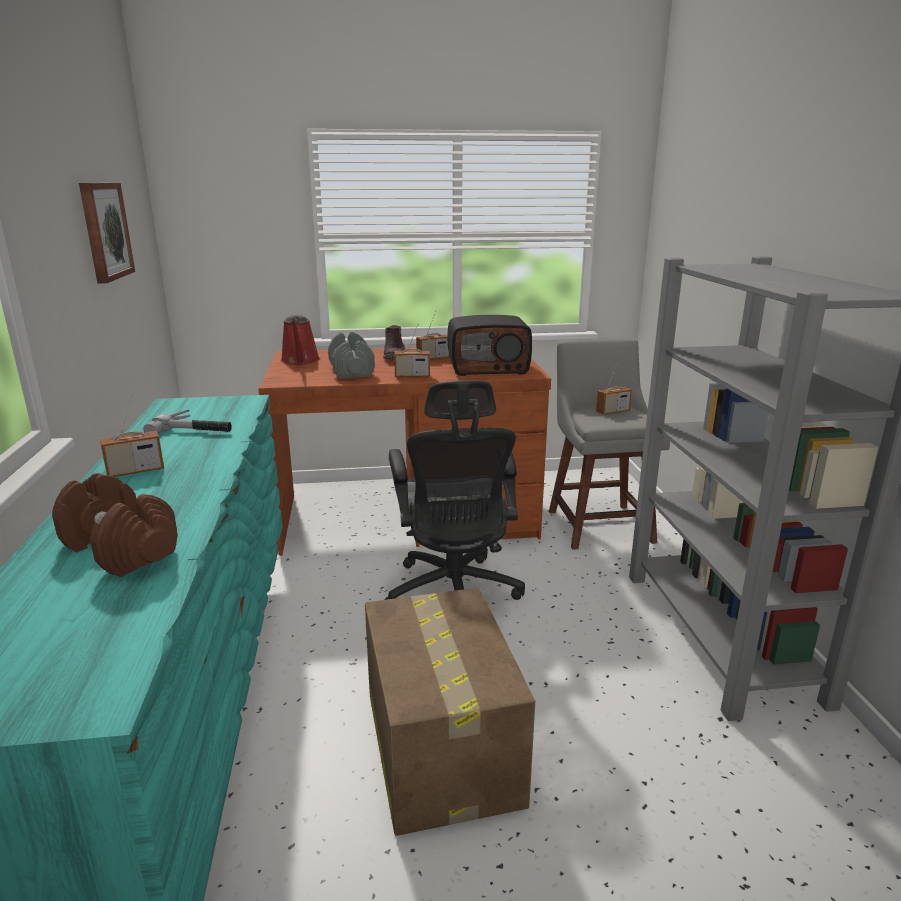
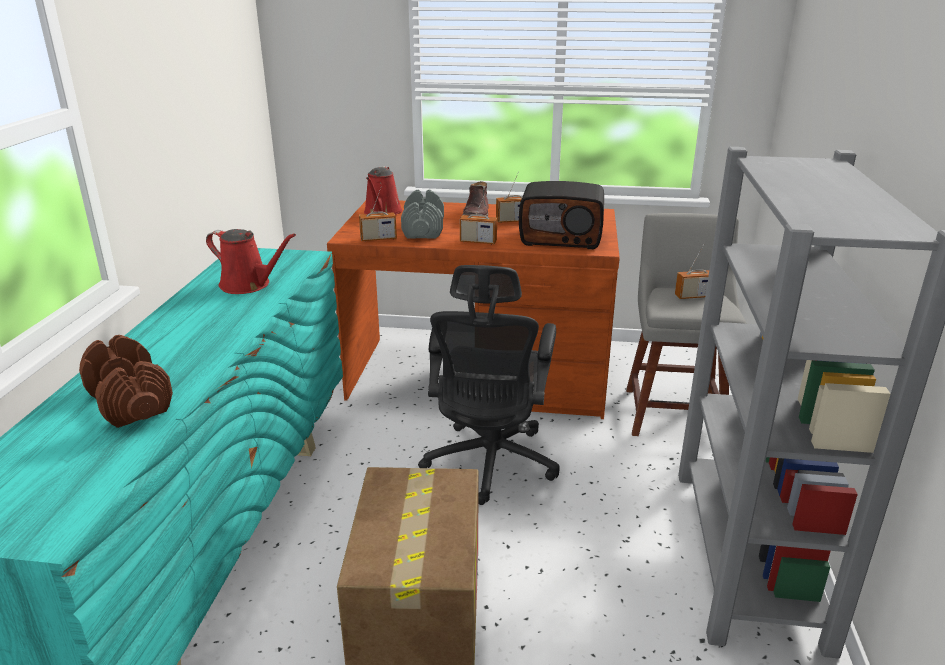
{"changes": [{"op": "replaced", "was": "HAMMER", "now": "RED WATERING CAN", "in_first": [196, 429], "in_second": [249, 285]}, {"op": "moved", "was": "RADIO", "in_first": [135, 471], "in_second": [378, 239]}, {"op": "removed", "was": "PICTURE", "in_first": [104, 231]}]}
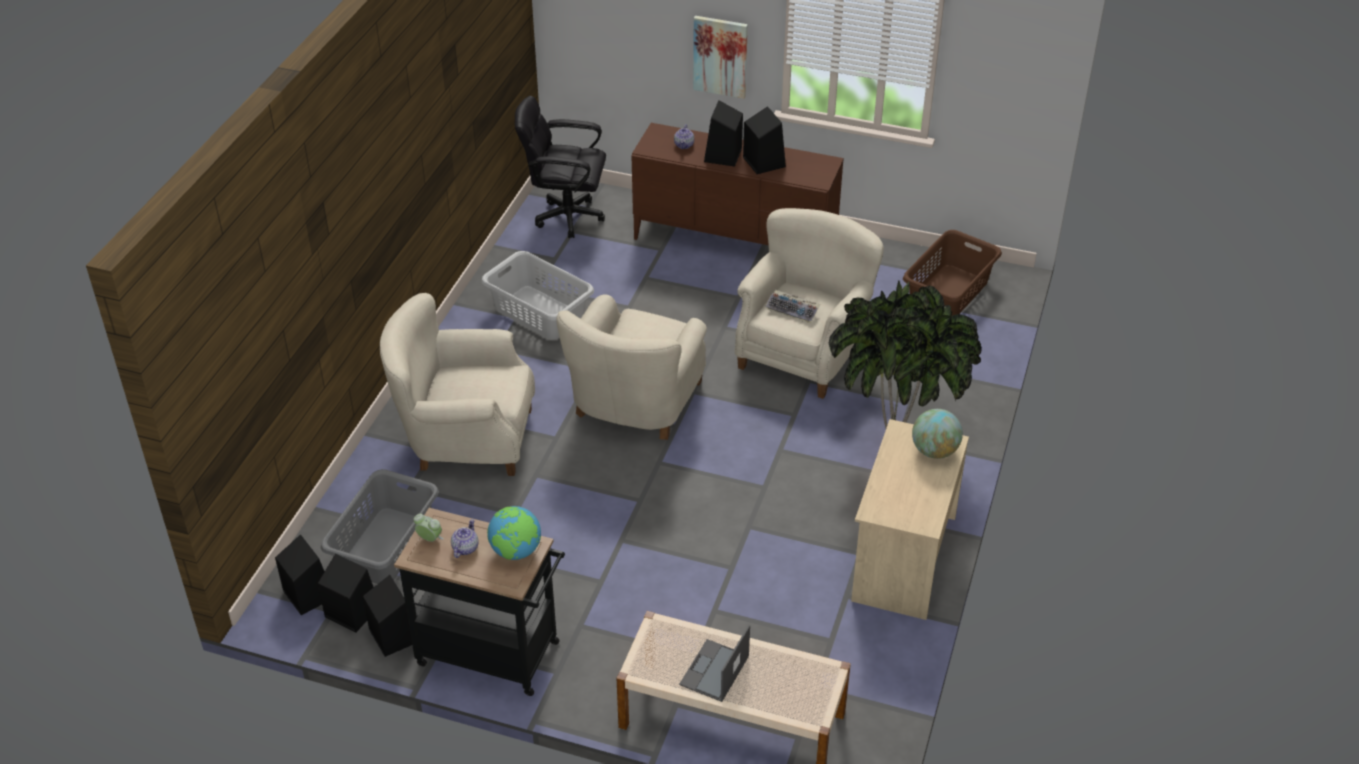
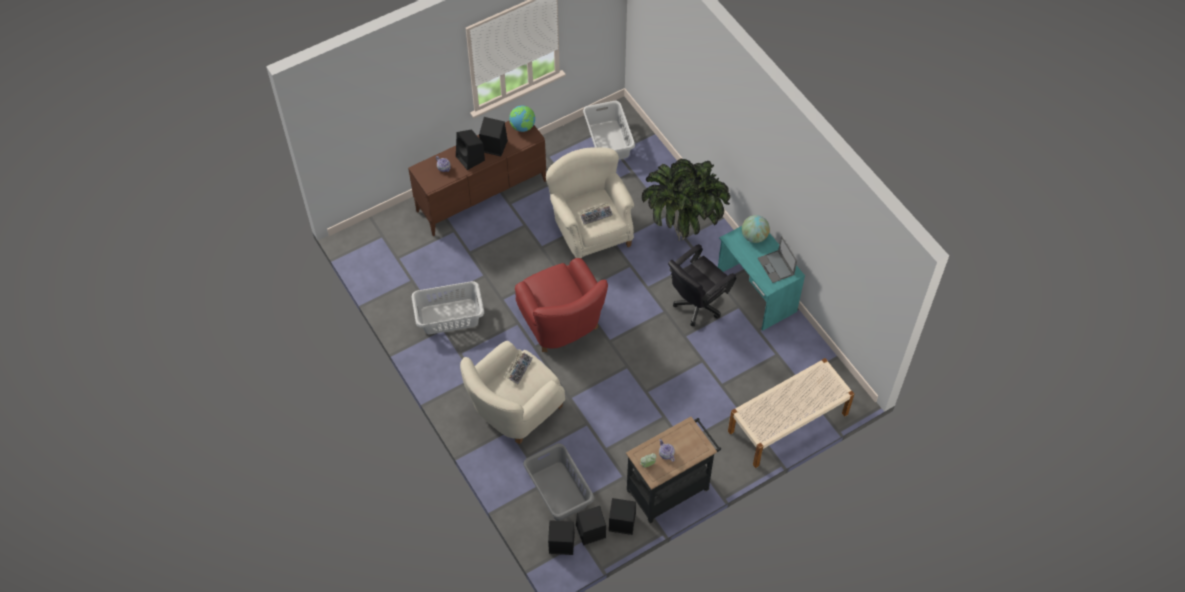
{"changes": [{"op": "added", "now": "KEYBOARD", "in_second": [519, 369]}, {"op": "moved", "was": "GLOBE", "in_first": [516, 551], "in_second": [523, 127]}, {"op": "recoloured", "was": "BEIGE ARMCHAIR", "now": "RED ARMCHAIR", "in_first": [636, 405], "in_second": [561, 323]}, {"op": "recoloured", "was": "BROWN LAUNDRY BASKET", "now": "GREY LAUNDRY BASKET", "in_first": [949, 292], "in_second": [609, 141]}, {"op": "moved", "was": "BLACK OFFICE CHAIR", "in_first": [565, 218], "in_second": [696, 308]}, {"op": "recoloured", "was": "BEIGE DESK", "now": "TURQUOISE DESK", "in_first": [902, 558], "in_second": [755, 293]}, {"op": "moved", "was": "LAPTOP", "in_first": [714, 671], "in_second": [776, 267]}, {"op": "removed", "was": "PICTURE", "in_first": [720, 56]}]}
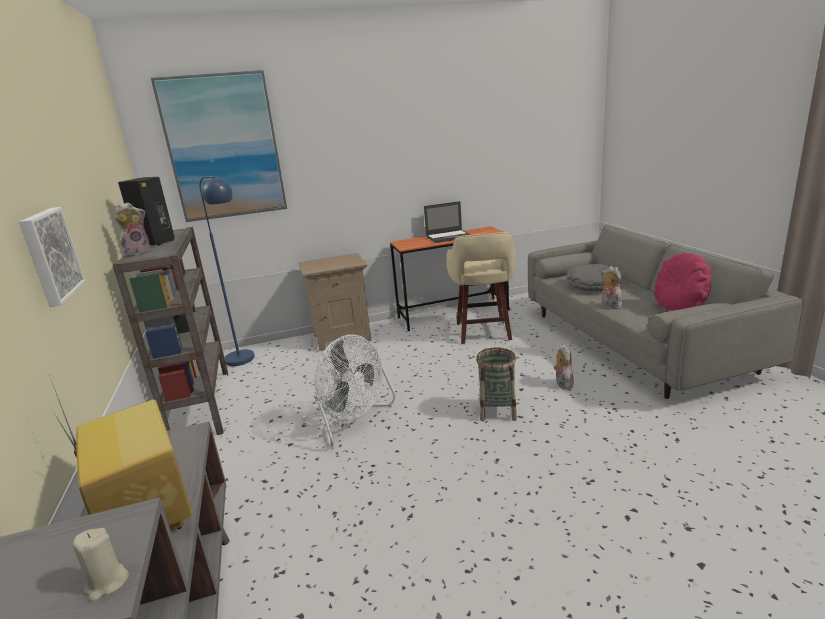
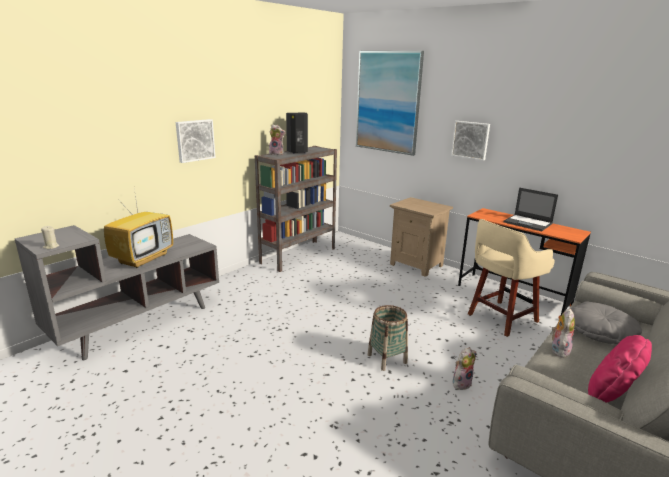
{"changes": [{"op": "added", "now": "PICTURE", "in_second": [470, 140]}, {"op": "removed", "was": "BLUE FLOOR LAMP", "in_first": [245, 361]}, {"op": "removed", "was": "WHITE FAN", "in_first": [348, 422]}]}
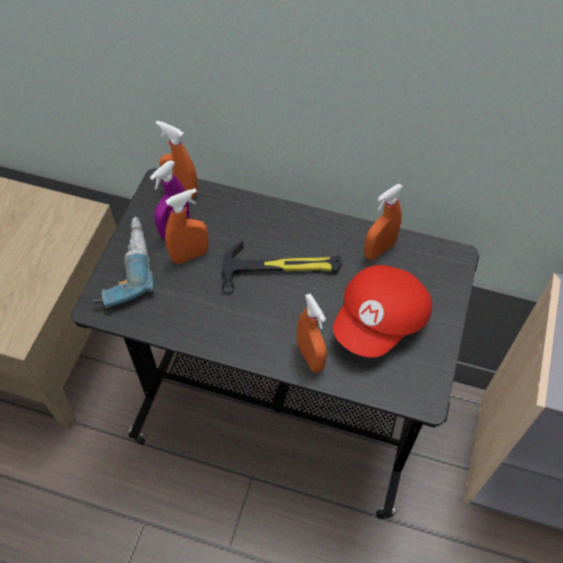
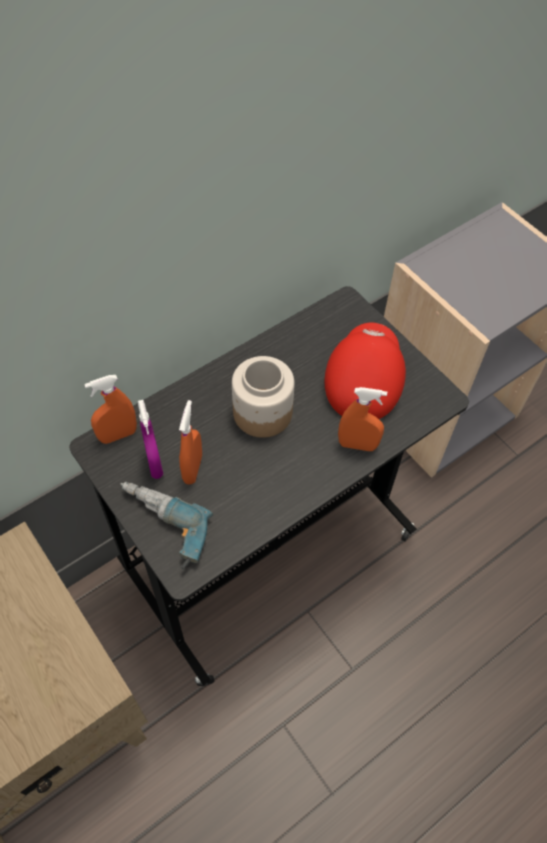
{"changes": [{"op": "replaced", "was": "HAMMER", "now": "JAR", "in_first": [281, 268], "in_second": [261, 413]}, {"op": "turned", "was": "RED CAP", "in_first": [381, 321], "in_second": [362, 381], "clockwise": -150}, {"op": "removed", "was": "ORANGE SPRAY BOTTLE", "in_first": [379, 250]}]}
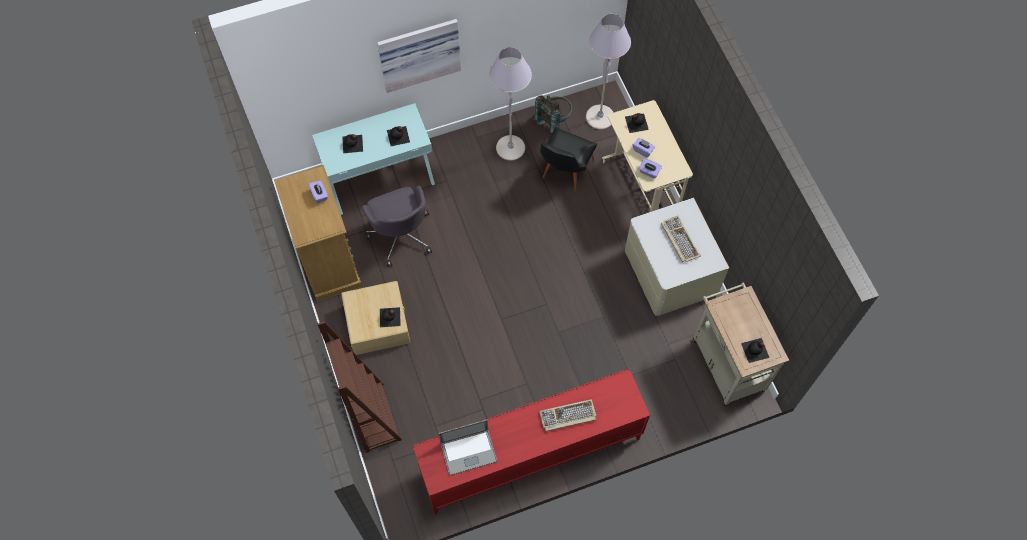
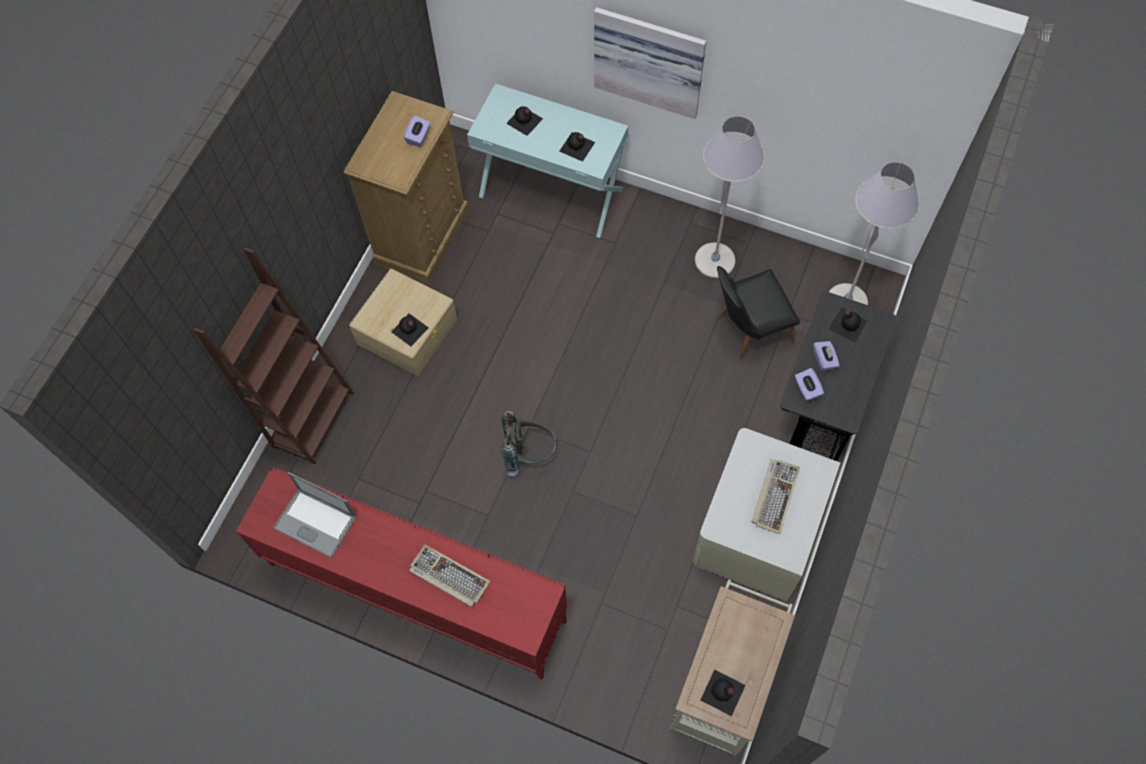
{"changes": [{"op": "moved", "was": "GREY BACKPACK", "in_first": [554, 121], "in_second": [529, 453]}, {"op": "recoloured", "was": "BEIGE DESK", "now": "BLACK DESK", "in_first": [640, 188], "in_second": [816, 413]}, {"op": "removed", "was": "GREY OFFICE CHAIR", "in_first": [401, 234]}]}
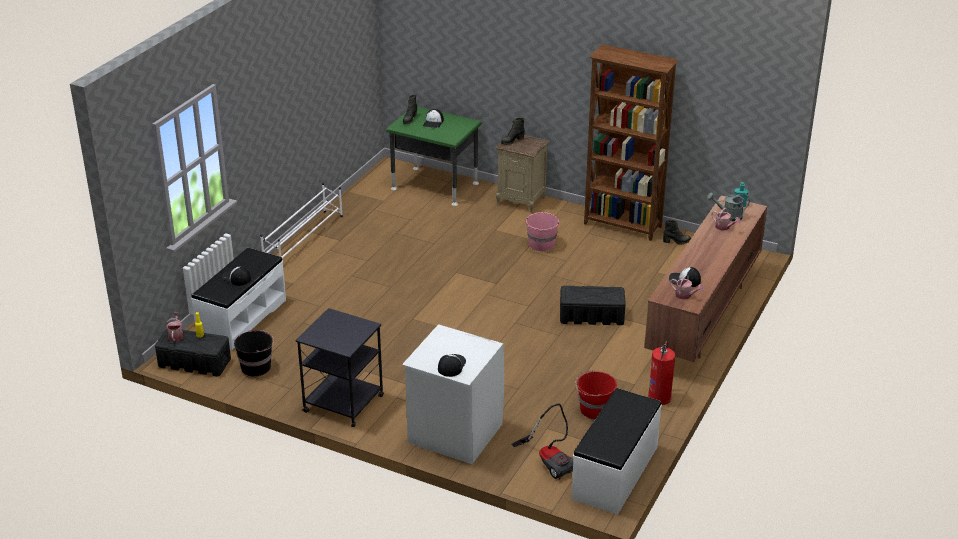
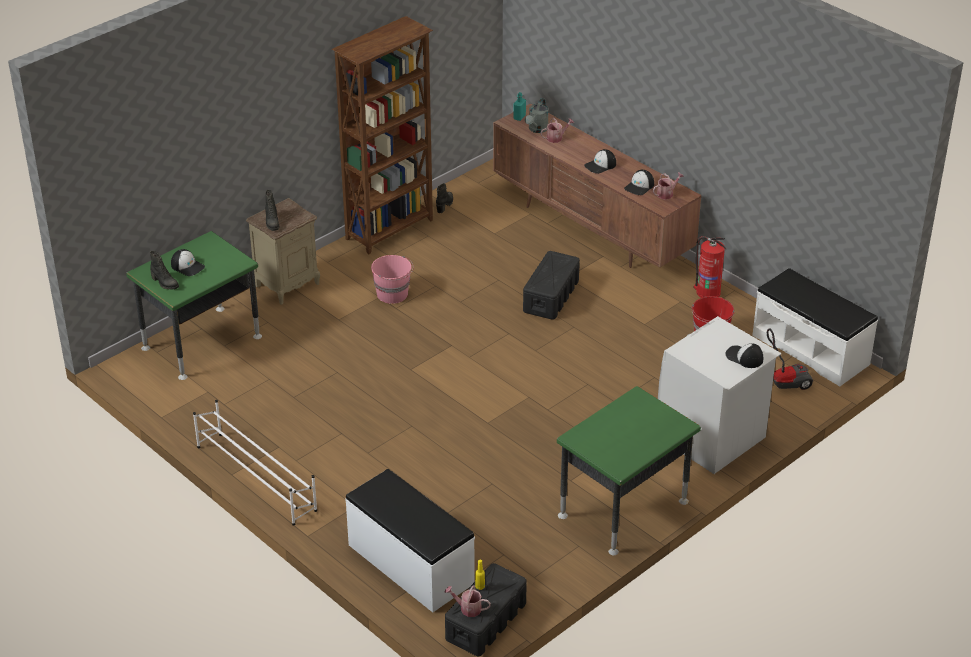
{"changes": [{"op": "replaced", "was": "BLACK CART", "now": "GREEN DESK", "in_first": [342, 403], "in_second": [623, 509]}, {"op": "moved", "was": "CAP", "in_first": [236, 278], "in_second": [600, 165]}, {"op": "removed", "was": "BLACK BUCKET", "in_first": [256, 367]}]}
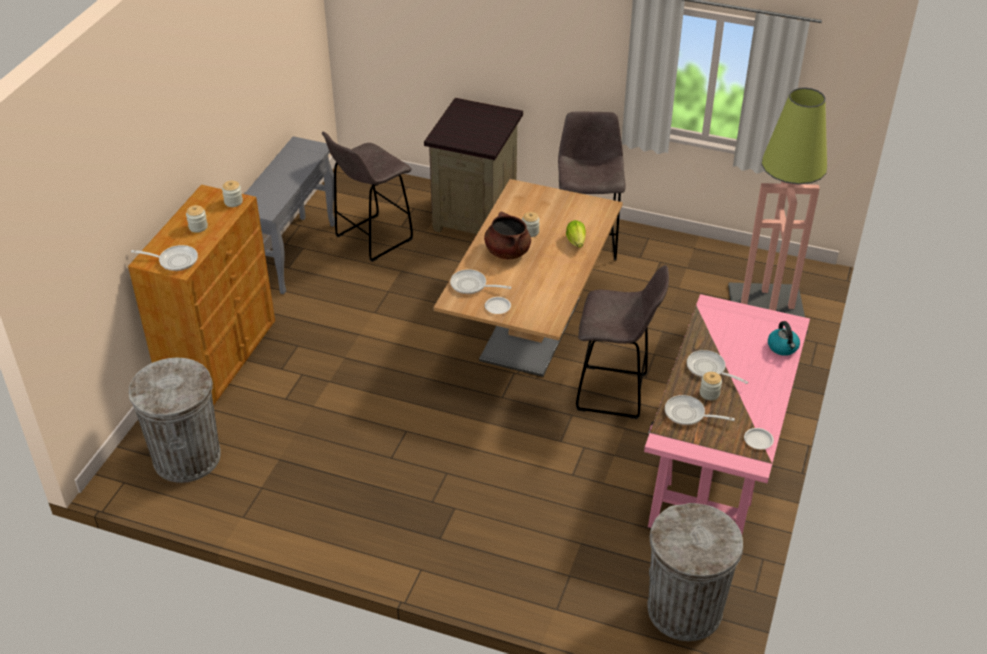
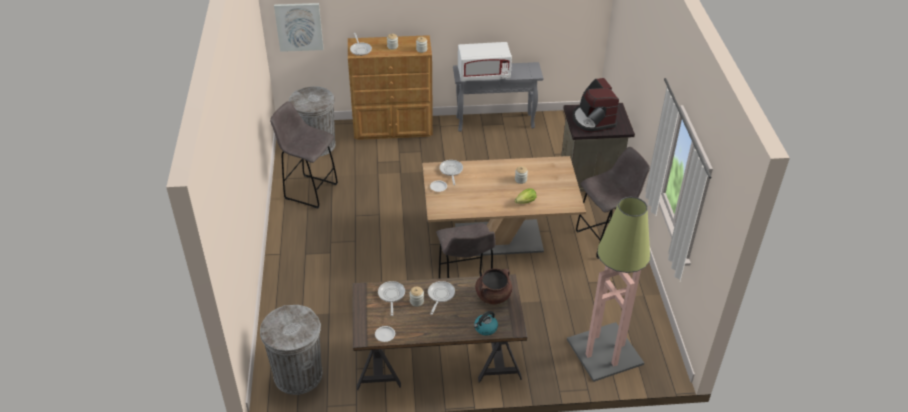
{"changes": [{"op": "moved", "was": "GREY STOOL", "in_first": [372, 239], "in_second": [309, 191]}, {"op": "added", "now": "PICTURE", "in_second": [299, 26]}, {"op": "recoloured", "was": "PINK DESK", "now": "BROWN DESK", "in_first": [719, 455], "in_second": [437, 360]}, {"op": "added", "now": "WHITE MICROWAVE", "in_second": [483, 74]}, {"op": "moved", "was": "BROWN COOKING POT", "in_first": [507, 251], "in_second": [493, 296]}, {"op": "added", "now": "COFFEE MACHINE", "in_second": [593, 120]}]}
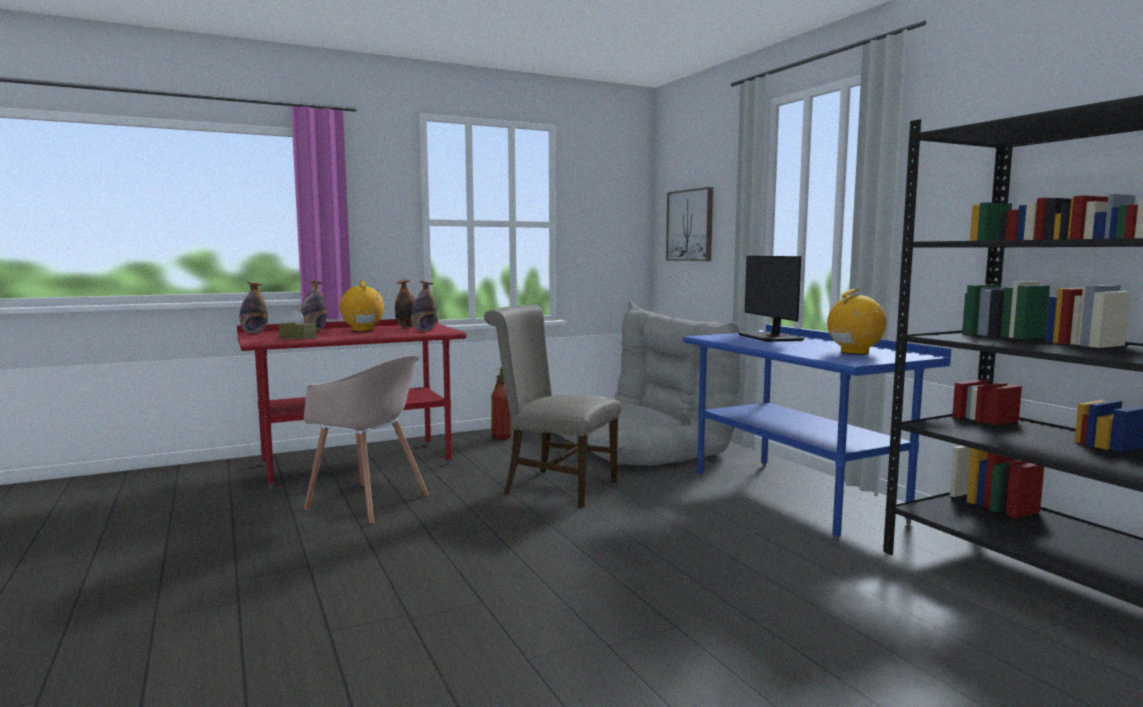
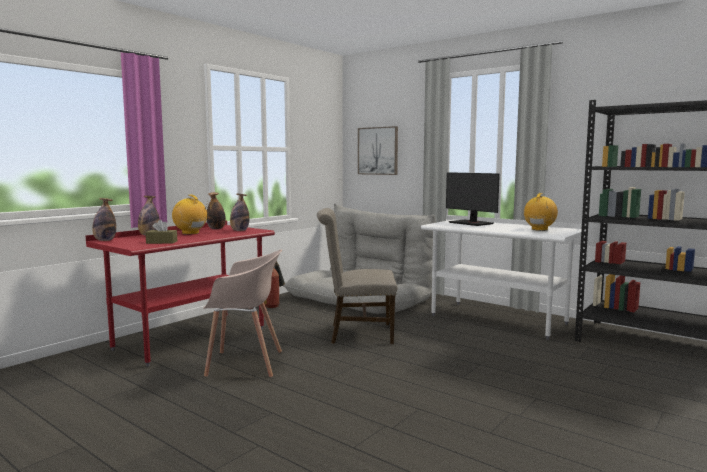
{"changes": [{"op": "recoloured", "was": "BLUE DESK", "now": "WHITE DESK", "in_first": [795, 498], "in_second": [498, 319]}]}
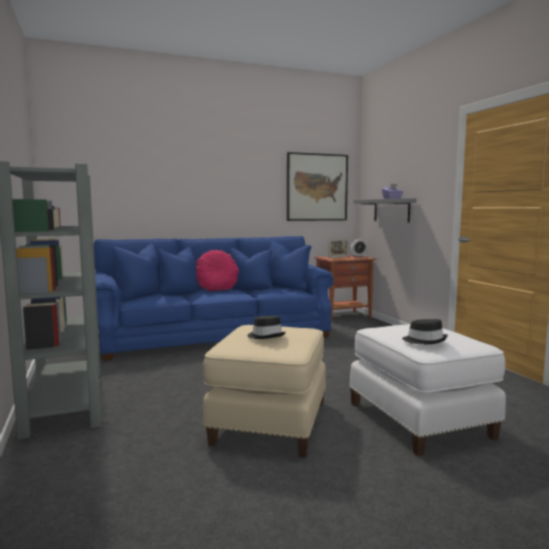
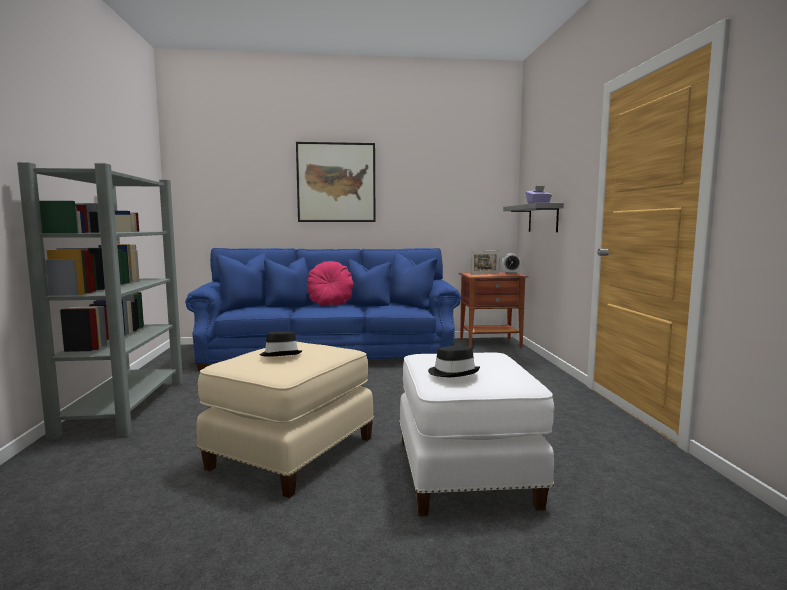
{"changes": [{"op": "moved", "was": "PICTURE", "in_first": [317, 187], "in_second": [336, 183]}]}
